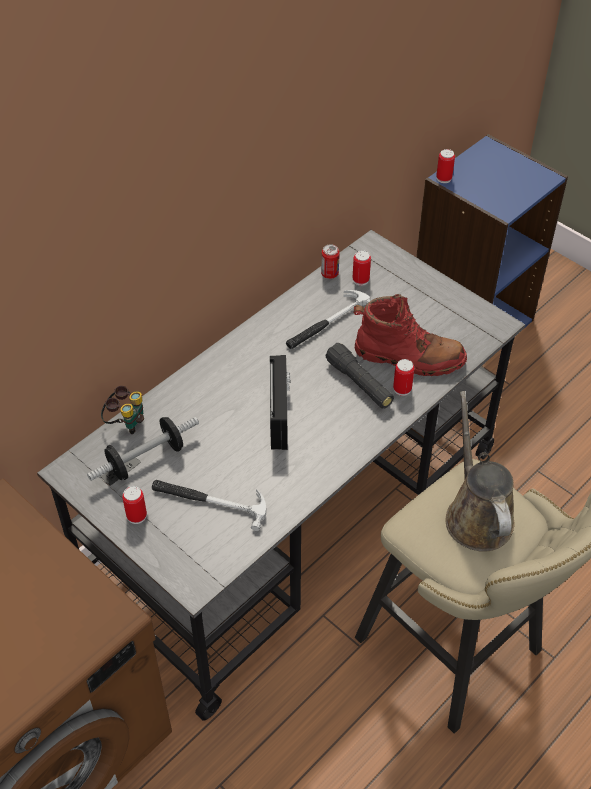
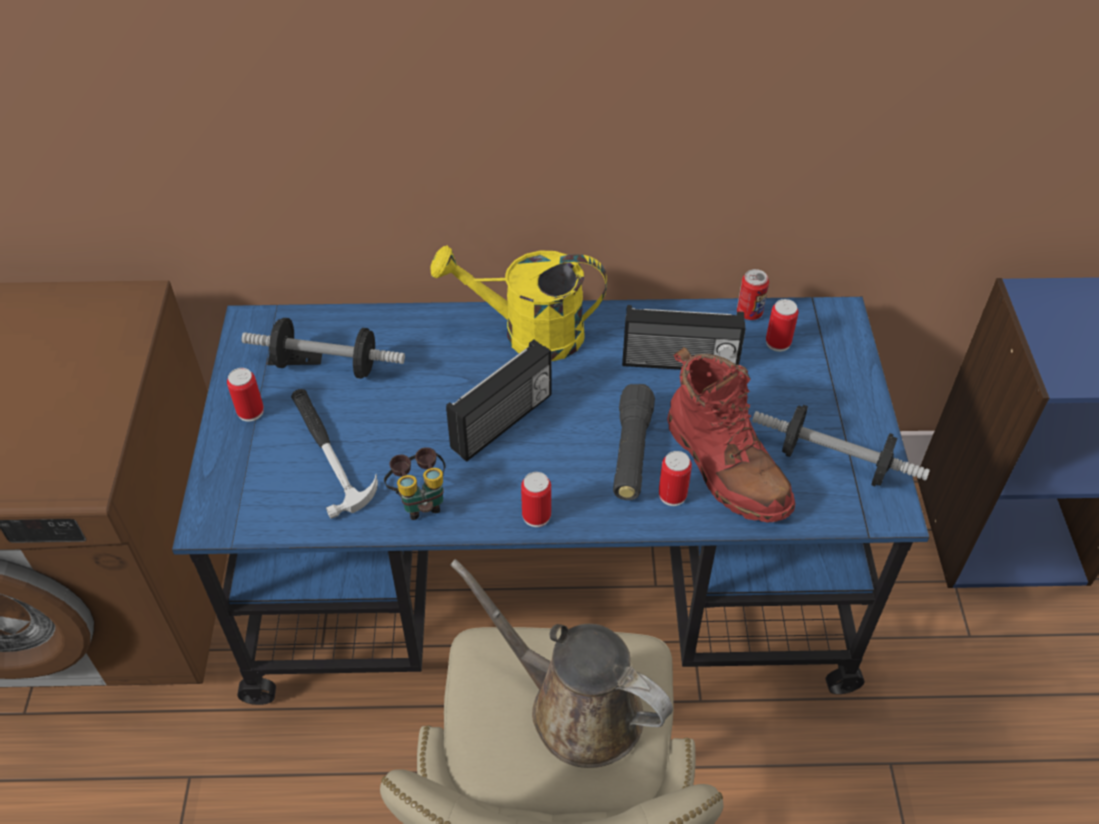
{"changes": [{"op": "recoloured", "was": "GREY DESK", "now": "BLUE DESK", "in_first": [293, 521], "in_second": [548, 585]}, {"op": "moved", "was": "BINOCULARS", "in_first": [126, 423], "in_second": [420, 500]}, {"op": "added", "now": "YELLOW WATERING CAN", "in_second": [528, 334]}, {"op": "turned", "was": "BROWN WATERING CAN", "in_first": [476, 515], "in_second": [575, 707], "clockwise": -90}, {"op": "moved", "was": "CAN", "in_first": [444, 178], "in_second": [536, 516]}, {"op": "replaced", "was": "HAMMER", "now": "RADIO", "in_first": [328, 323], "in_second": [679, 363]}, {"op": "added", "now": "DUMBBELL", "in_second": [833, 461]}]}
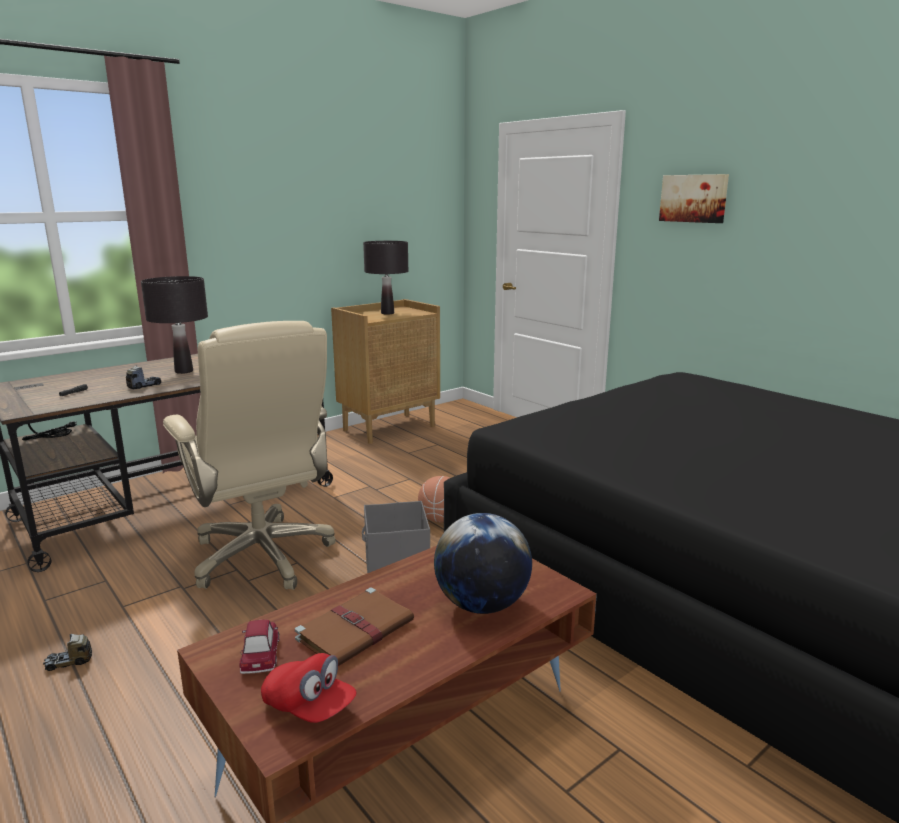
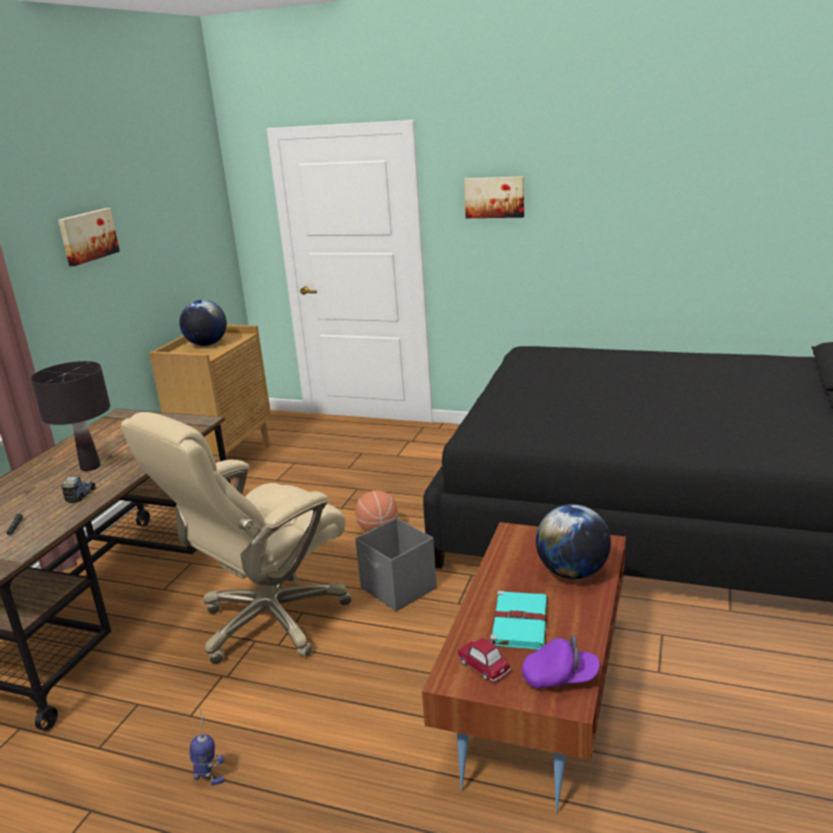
{"changes": [{"op": "added", "now": "PICTURE", "in_second": [87, 236]}, {"op": "turned", "was": "BEIGE OFFICE CHAIR", "in_first": [262, 559], "in_second": [267, 623], "clockwise": 105}, {"op": "replaced", "was": "BLACK TABLE LAMP", "now": "GLOBE", "in_first": [387, 313], "in_second": [207, 344]}, {"op": "replaced", "was": "TOY TRUCK", "now": "TOY ROBOT", "in_first": [69, 662], "in_second": [209, 777]}, {"op": "recoloured", "was": "BROWN BOOK", "now": "TURQUOISE BOOK", "in_first": [357, 629], "in_second": [519, 622]}, {"op": "recoloured", "was": "RED CAP", "now": "PURPLE CAP", "in_first": [309, 706], "in_second": [560, 678]}]}
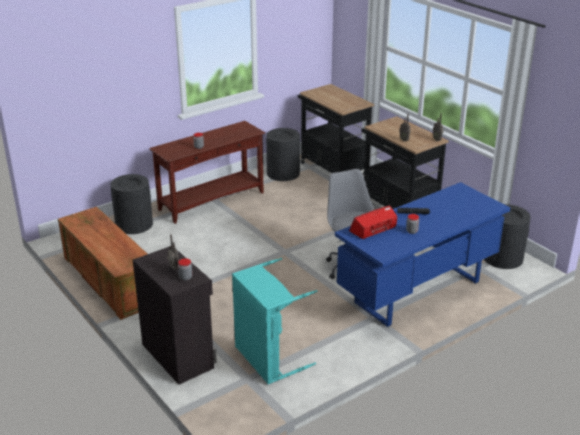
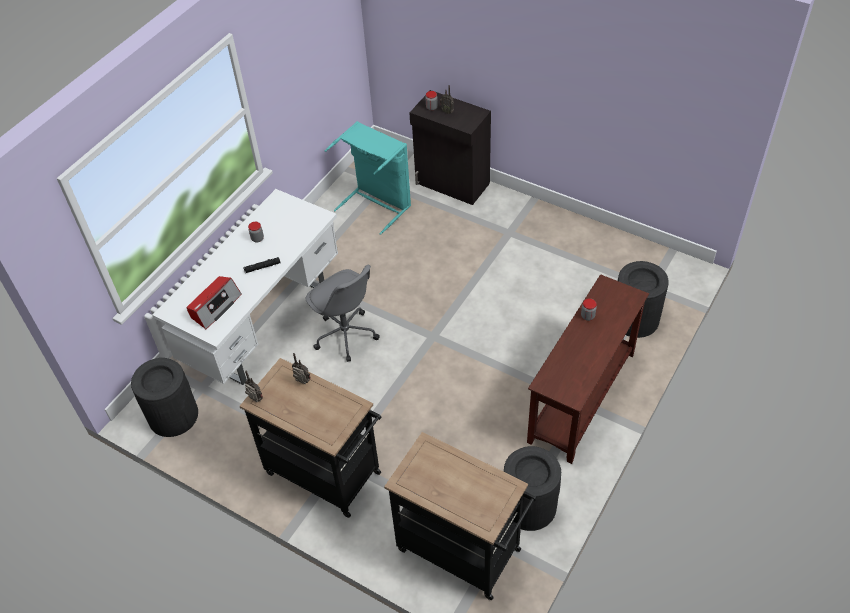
{"changes": [{"op": "recoloured", "was": "BLUE DESK", "now": "WHITE DESK", "in_first": [418, 292], "in_second": [264, 324]}, {"op": "moved", "was": "RADIO", "in_first": [373, 229], "in_second": [215, 306]}, {"op": "removed", "was": "BROWN BENCH", "in_first": [109, 280]}]}
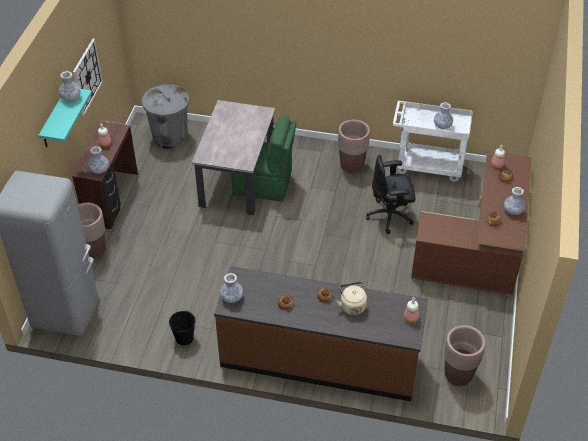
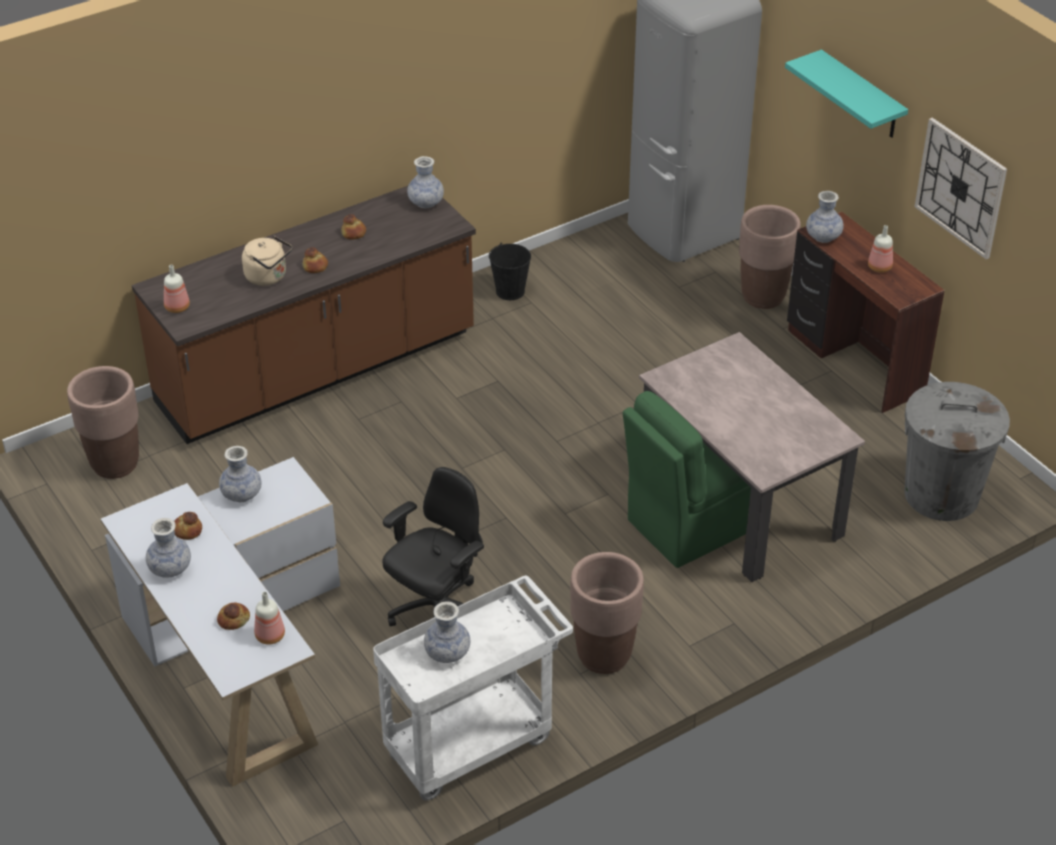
{"changes": [{"op": "recoloured", "was": "BROWN DESK", "now": "WHITE DESK", "in_first": [479, 252], "in_second": [235, 654]}, {"op": "moved", "was": "VASE", "in_first": [71, 97], "in_second": [241, 494]}]}
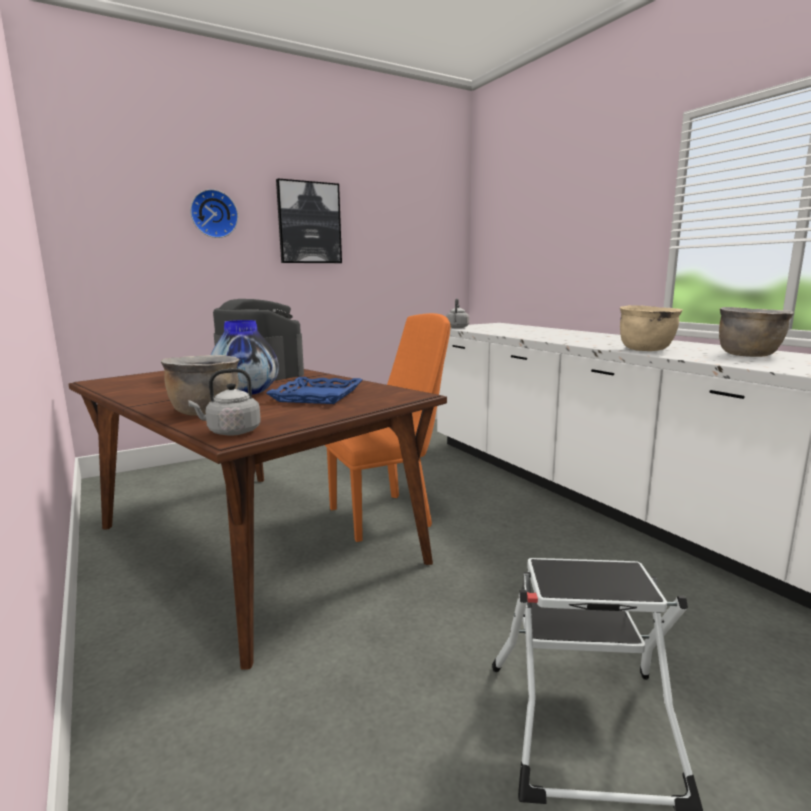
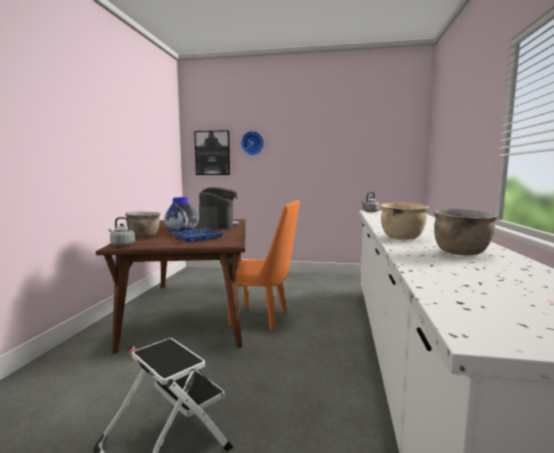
{"changes": [{"op": "moved", "was": "PICTURE", "in_first": [309, 223], "in_second": [212, 153]}]}
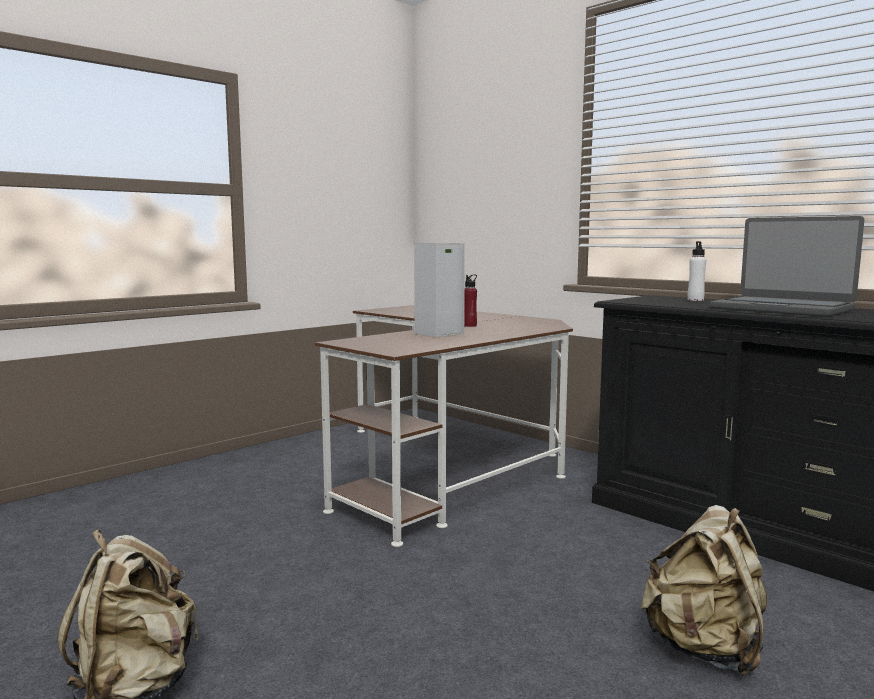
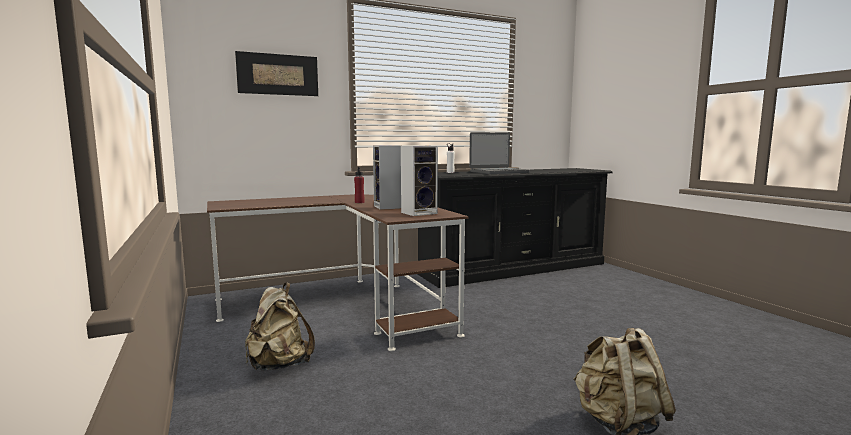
{"changes": [{"op": "added", "now": "PICTURE", "in_second": [278, 74]}, {"op": "moved", "was": "BEIGE BACKPACK", "in_first": [705, 649], "in_second": [279, 365]}, {"op": "added", "now": "SPEAKER", "in_second": [420, 213]}]}
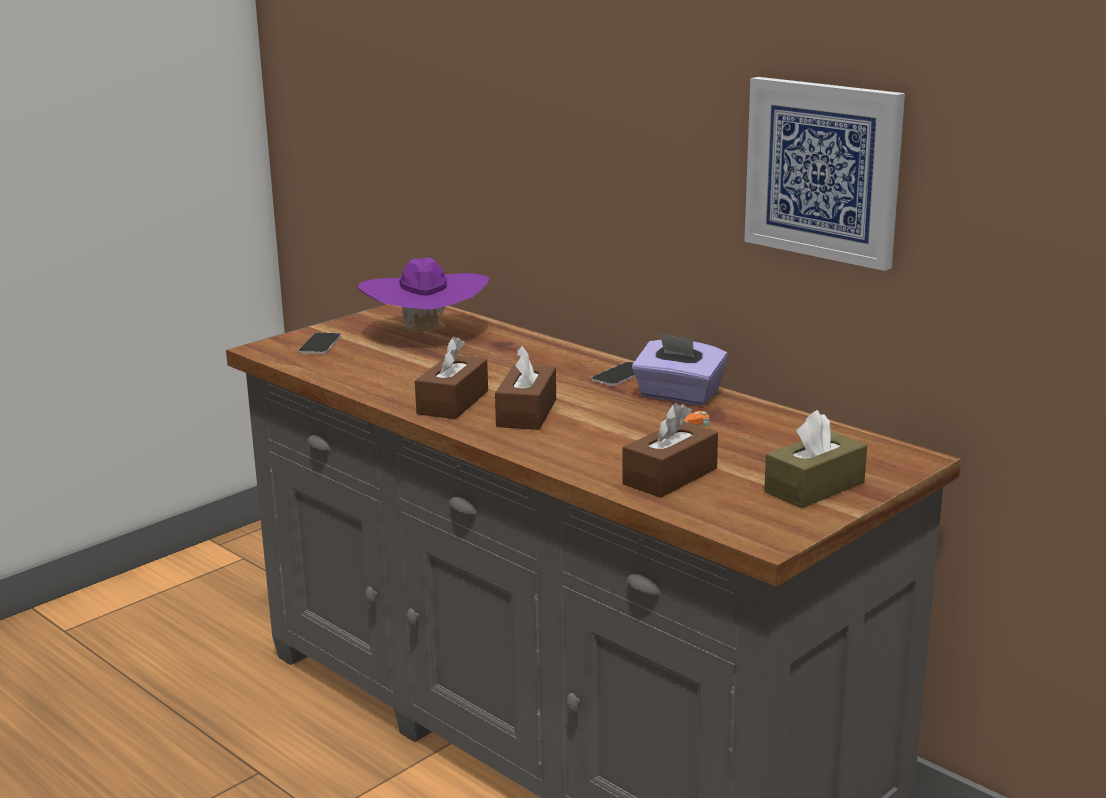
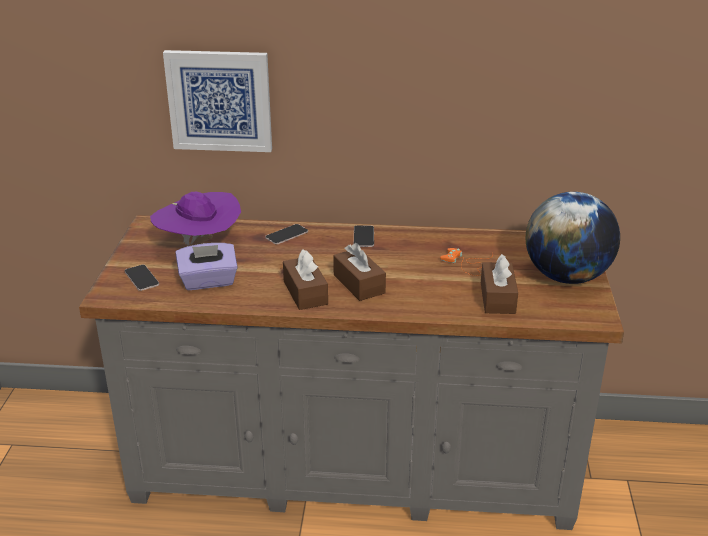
{"changes": [{"op": "moved", "was": "PICTURE", "in_first": [823, 170], "in_second": [219, 100]}, {"op": "moved", "was": "PURPLE TISSUE BOX", "in_first": [678, 395], "in_second": [208, 282]}, {"op": "added", "now": "PHONE", "in_second": [286, 235]}, {"op": "replaced", "was": "BROWN TISSUE BOX", "now": "GLOBE", "in_first": [814, 487], "in_second": [567, 276]}]}
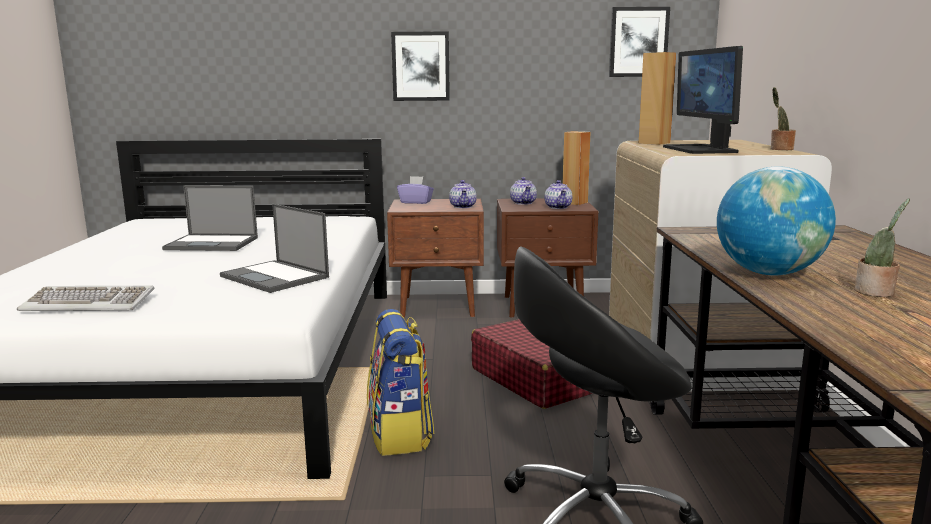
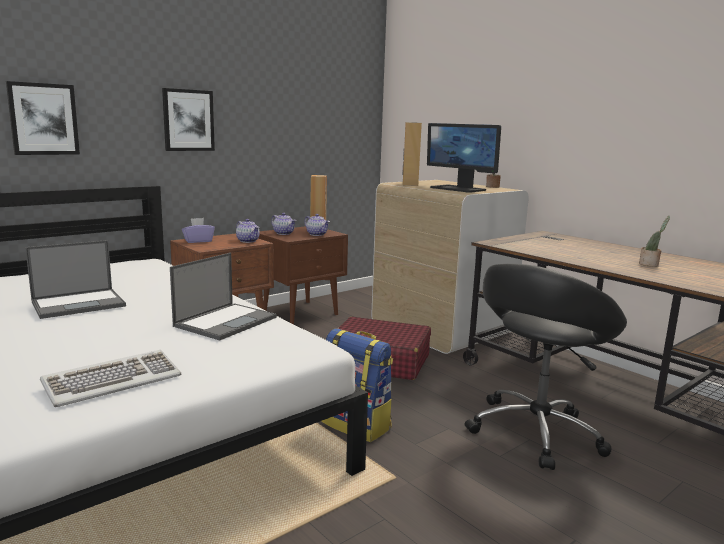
{"changes": [{"op": "moved", "was": "PICTURE", "in_first": [638, 42], "in_second": [43, 119]}, {"op": "turned", "was": "LAPTOP", "in_first": [276, 277], "in_second": [226, 321], "clockwise": -60}, {"op": "removed", "was": "GLOBE", "in_first": [769, 273]}]}
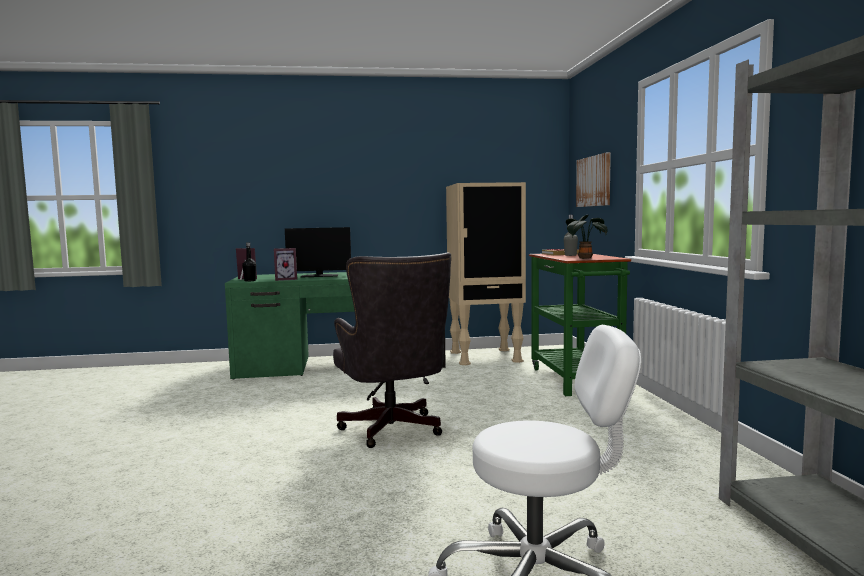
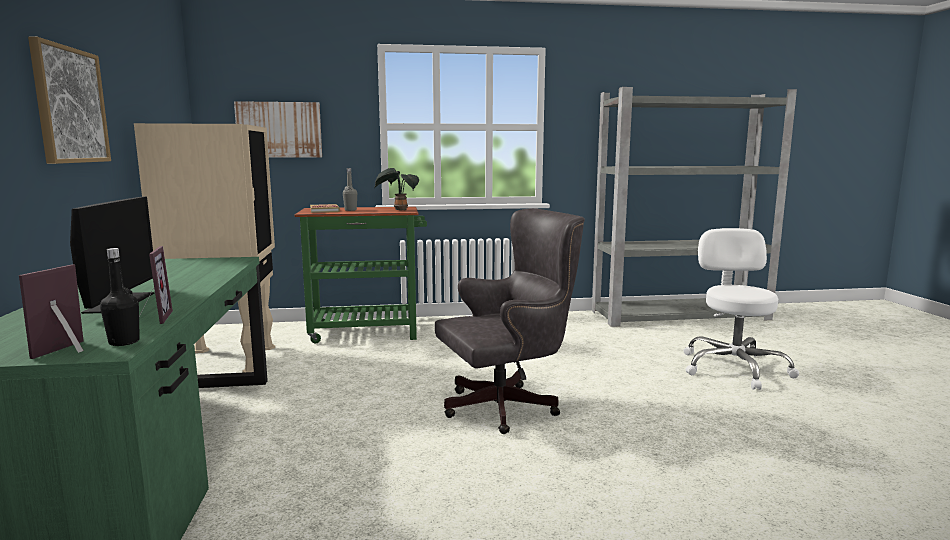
{"changes": [{"op": "added", "now": "PICTURE", "in_second": [70, 105]}]}
